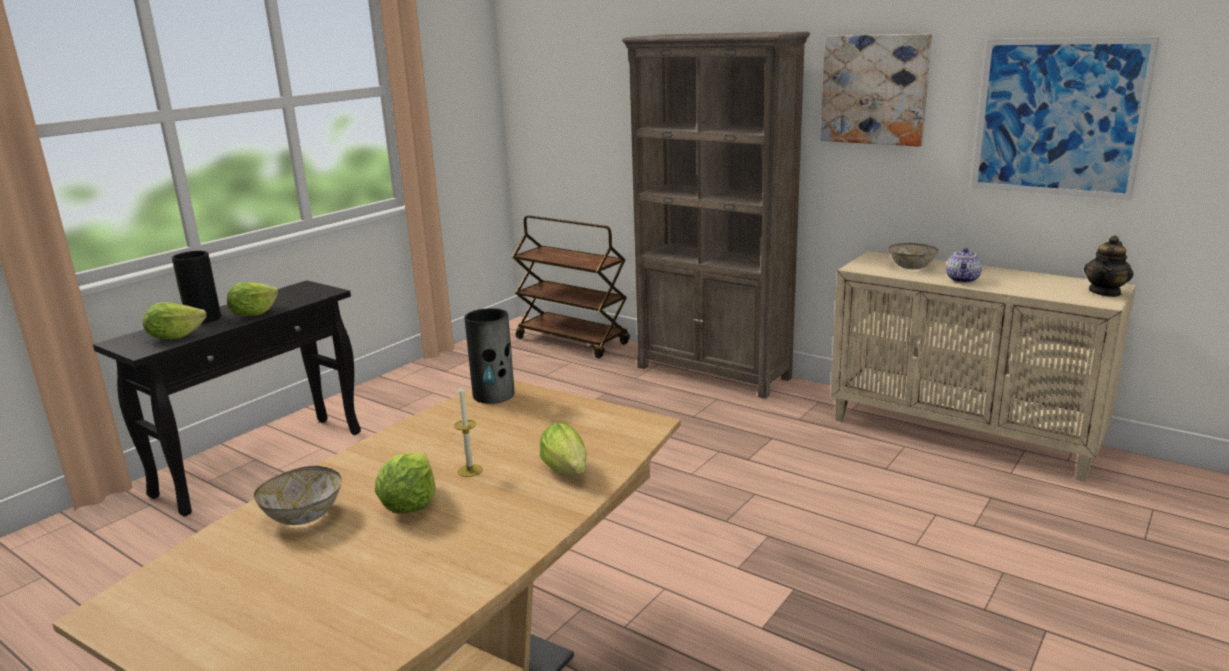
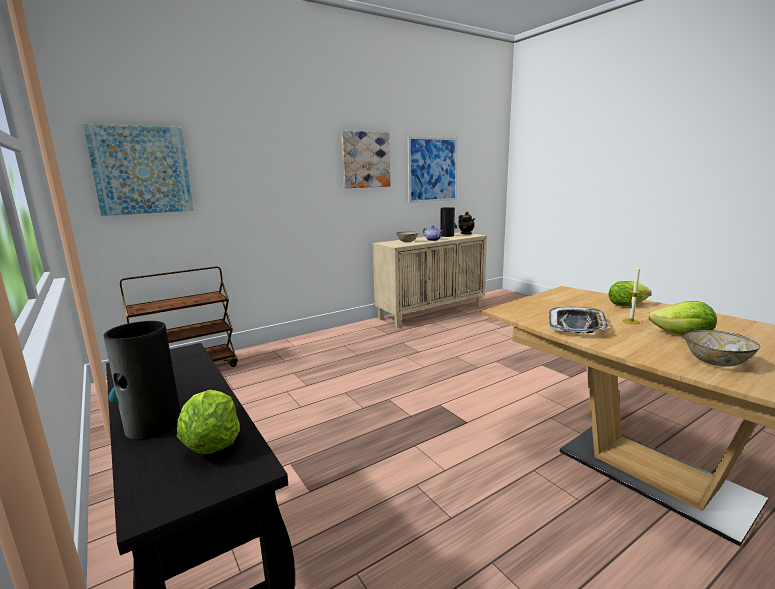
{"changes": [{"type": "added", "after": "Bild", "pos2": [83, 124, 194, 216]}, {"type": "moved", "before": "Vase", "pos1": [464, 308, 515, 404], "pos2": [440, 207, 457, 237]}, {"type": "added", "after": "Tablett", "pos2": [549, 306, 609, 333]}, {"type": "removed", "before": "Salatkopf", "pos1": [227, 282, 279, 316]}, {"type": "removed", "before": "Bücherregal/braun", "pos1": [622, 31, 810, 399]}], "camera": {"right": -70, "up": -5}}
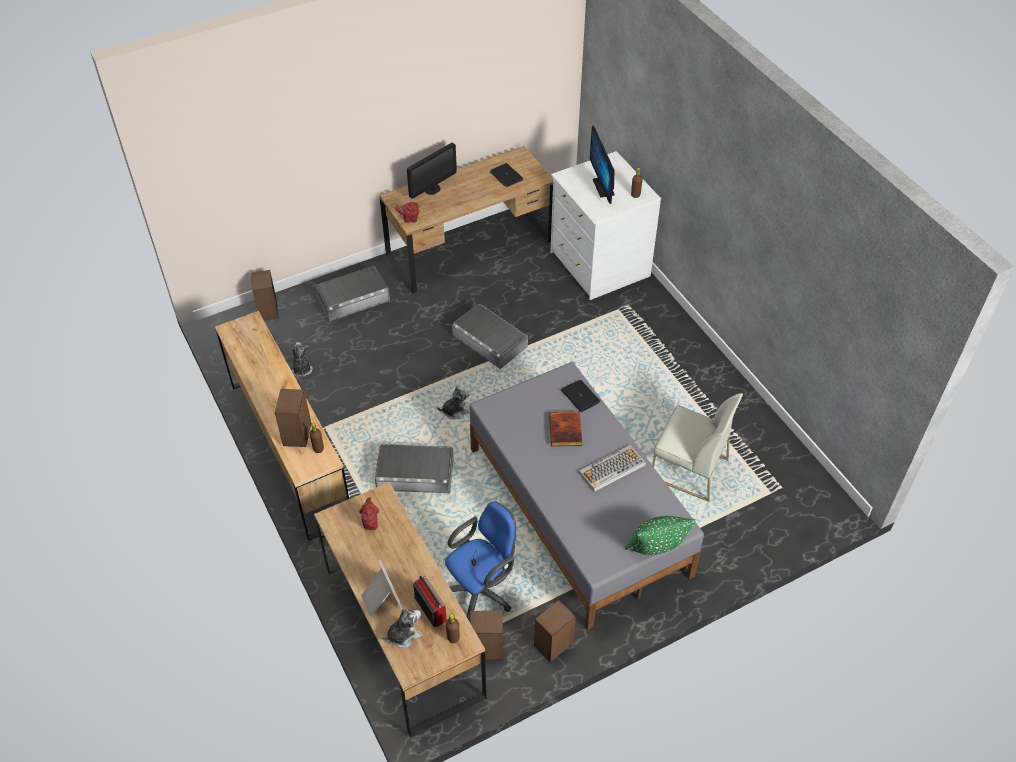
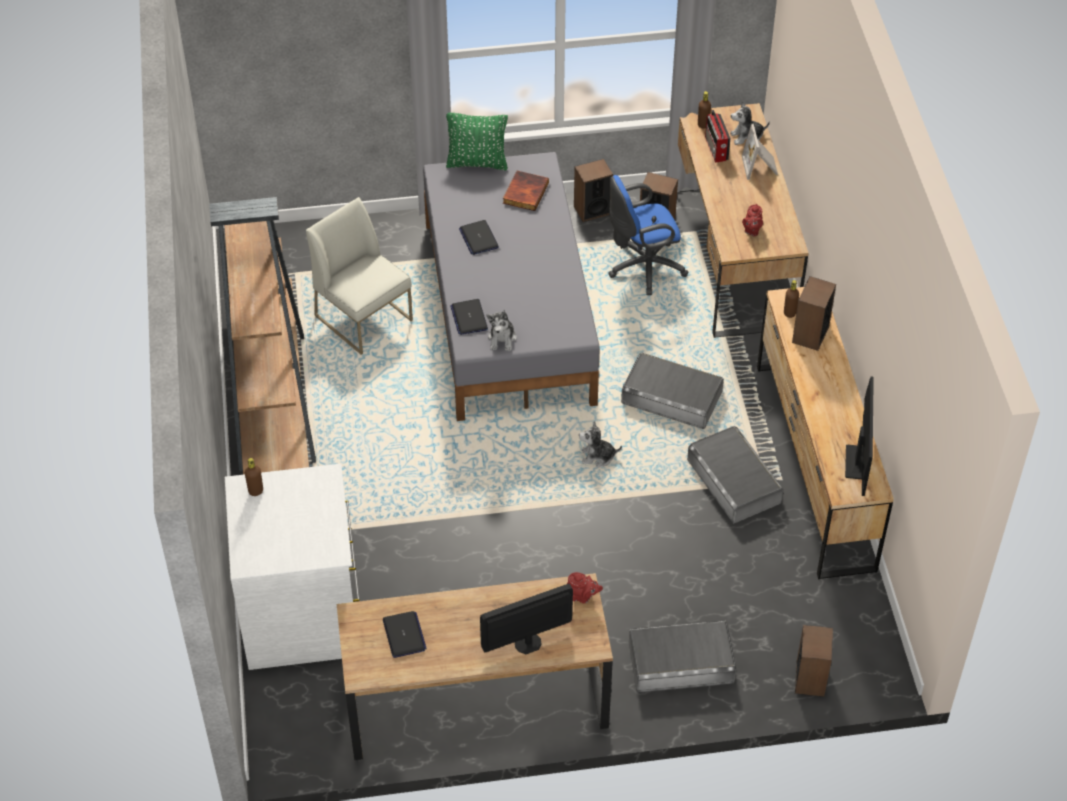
{"changes": [{"type": "added", "after": "Bücherregal/braun", "pos2": [209, 197, 316, 475]}, {"type": "replaced", "before": "Tastatur", "after": "Laptop", "pos1": [579, 445, 646, 492], "pos2": [459, 220, 499, 255]}, {"type": "moved", "before": "Plüschtier", "pos1": [291, 342, 313, 377], "pos2": [487, 310, 517, 351]}, {"type": "moved", "before": "Buch", "pos1": [549, 412, 582, 446], "pos2": [503, 171, 549, 211]}, {"type": "moved", "before": "Aufbewahrungsbox/grau", "pos1": [452, 304, 528, 369], "pos2": [687, 426, 783, 523]}, {"type": "moved", "before": "Monitor", "pos1": [590, 126, 615, 204], "pos2": [845, 377, 874, 496]}], "camera": {"right": -160, "up": 0}}
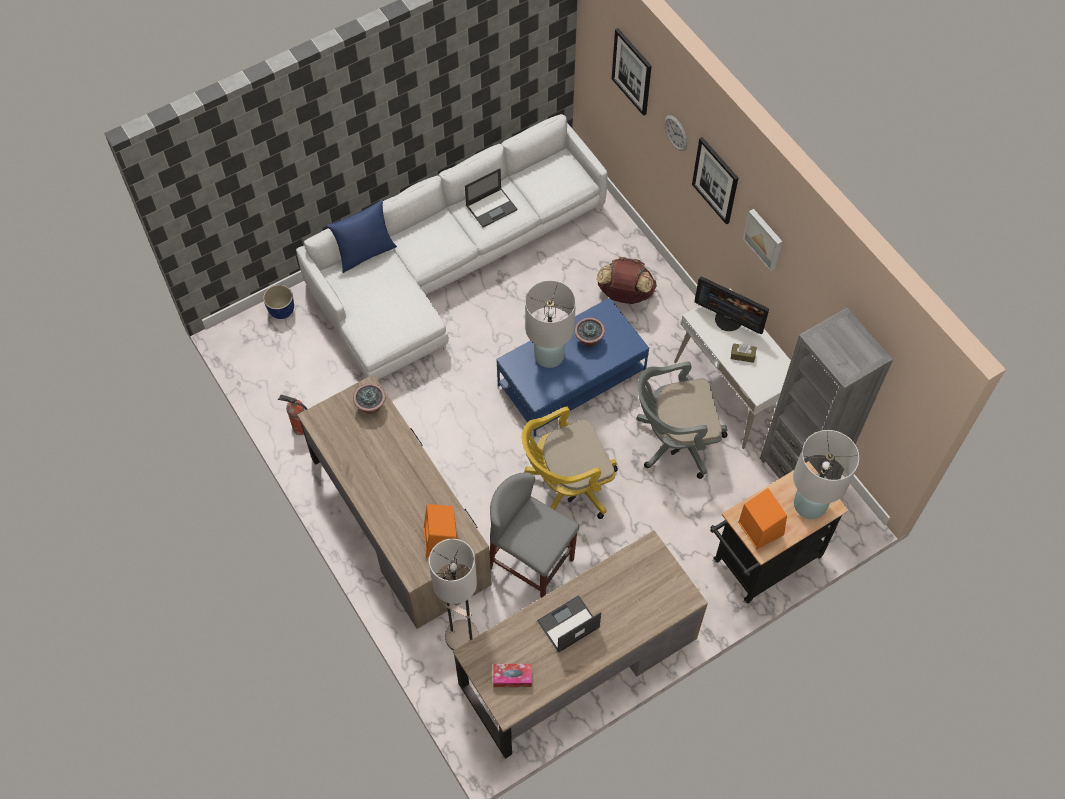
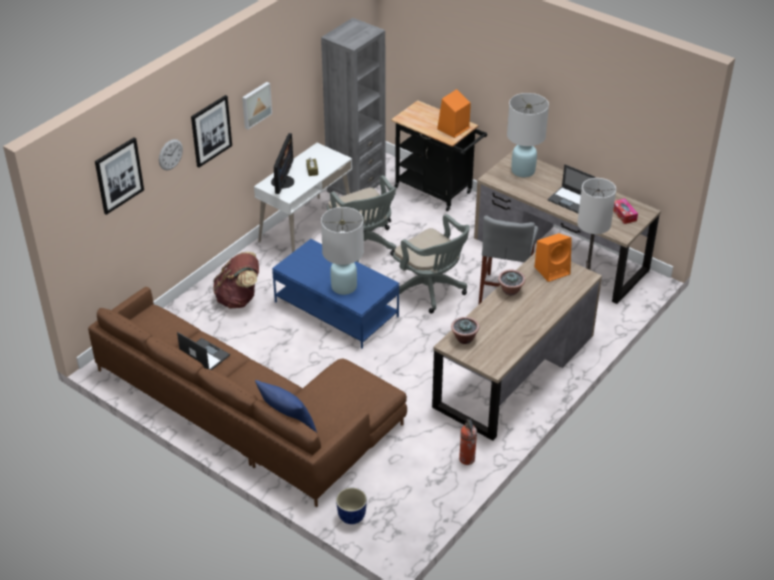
{"changes": [{"type": "recoloured", "before": "Sofa/weiß", "after": "Sofa/braun", "pos1": [296, 114, 607, 380], "pos2": [88, 287, 407, 507]}, {"type": "recoloured", "before": "Bürostuhl/gelb", "after": "Bürostuhl/grau", "pos1": [522, 407, 618, 519], "pos2": [393, 214, 470, 314]}, {"type": "moved", "before": "Topfpflanze", "pos1": [575, 318, 605, 347], "pos2": [498, 270, 525, 295]}, {"type": "moved", "before": "Tischlampe/weiß", "pos1": [793, 430, 859, 519], "pos2": [507, 93, 549, 177]}], "camera": {"right": -110, "up": -20}}
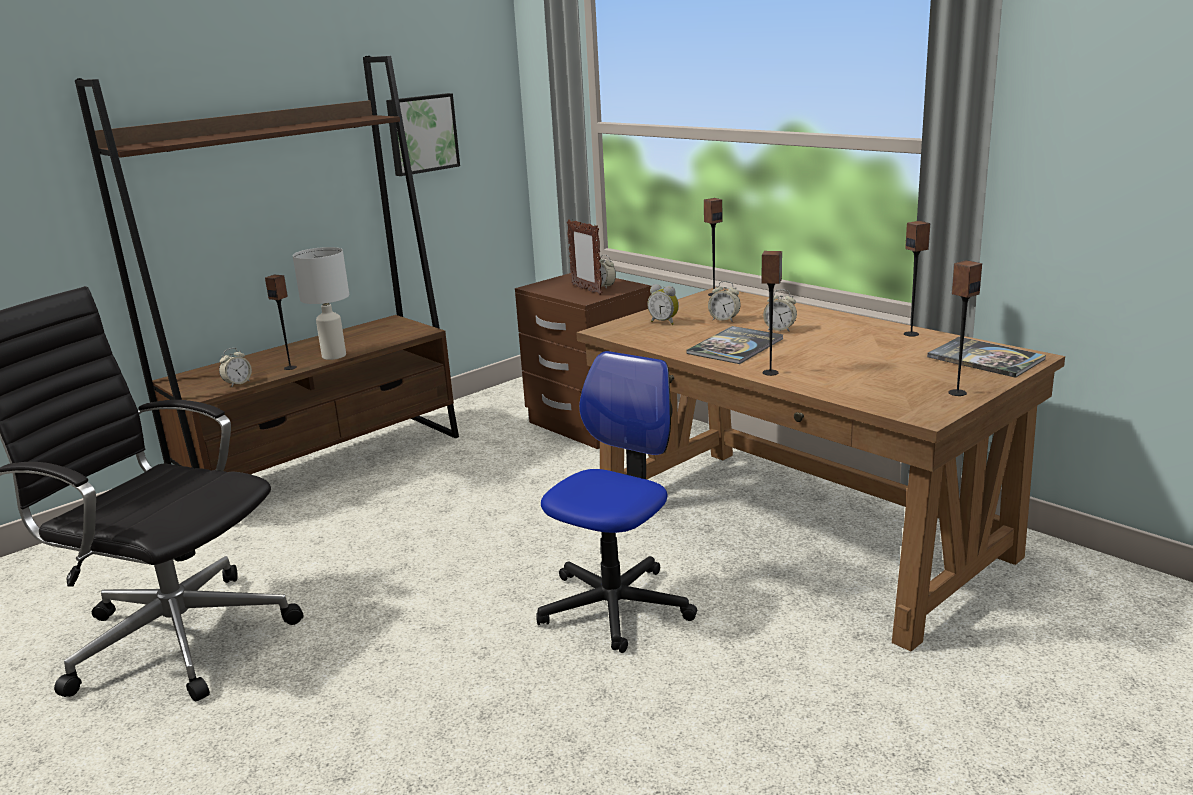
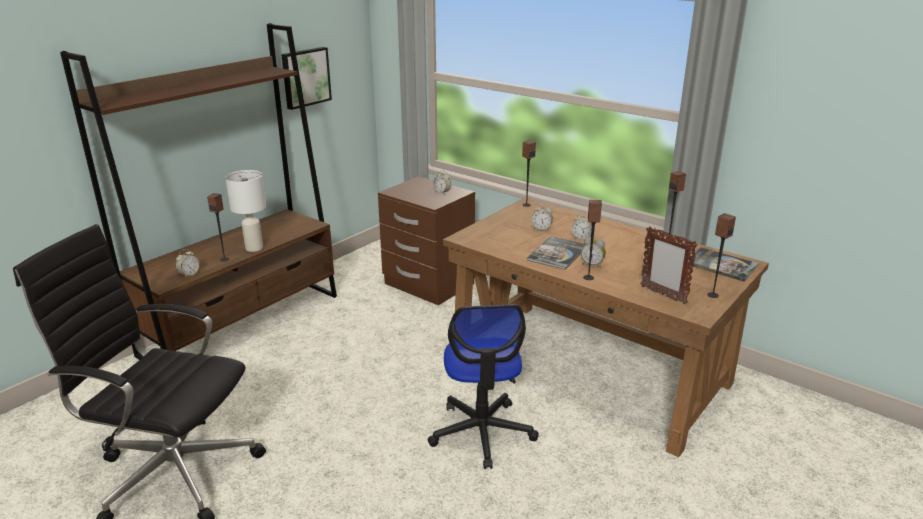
{"changes": [{"type": "turned", "before": "Bürostuhl", "pos1": [536, 351, 697, 653], "pos2": [428, 305, 539, 469], "turn": 150}, {"type": "moved", "before": "Wecker", "pos1": [647, 284, 679, 325], "pos2": [581, 237, 606, 268]}, {"type": "moved", "before": "Bilderrahmen", "pos1": [567, 219, 602, 295], "pos2": [640, 226, 698, 304]}], "camera": {"right": -10, "up": 5}}
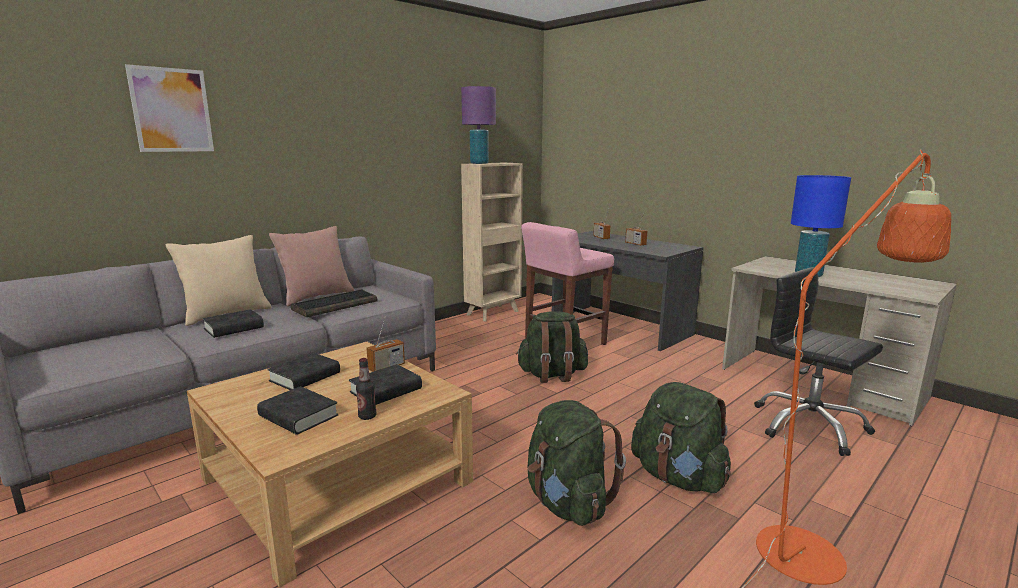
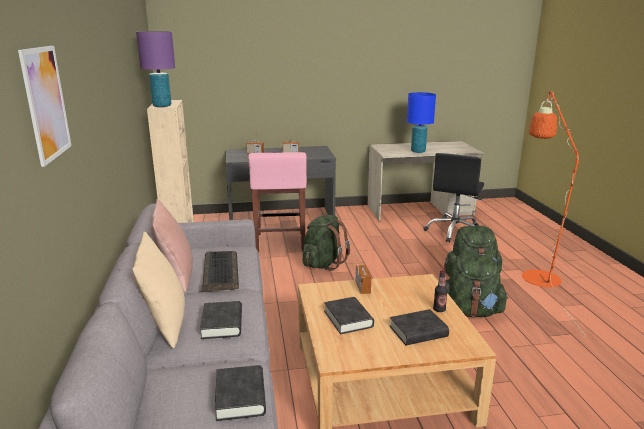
{"changes": [{"type": "moved", "before": "Buch/schwarz", "pos1": [349, 364, 422, 405], "pos2": [215, 365, 266, 421]}, {"type": "turned", "before": "Bürostuhl/schwarz", "pos1": [754, 267, 883, 456], "pos2": [424, 153, 484, 243], "turn": -60}], "camera": {"right": -55, "up": 5}}
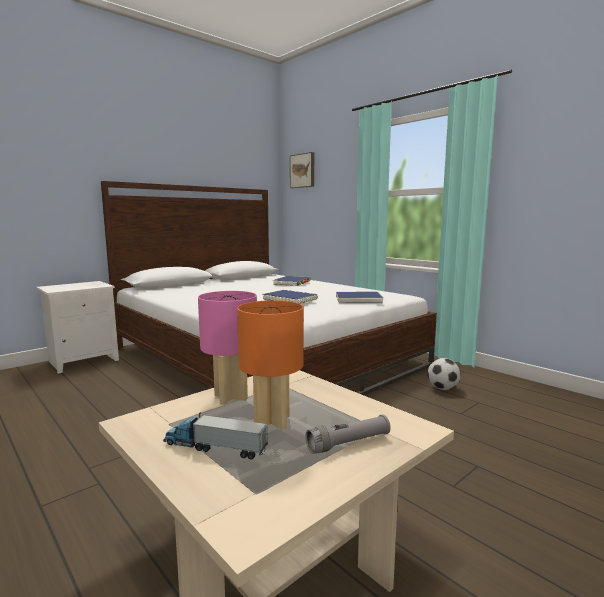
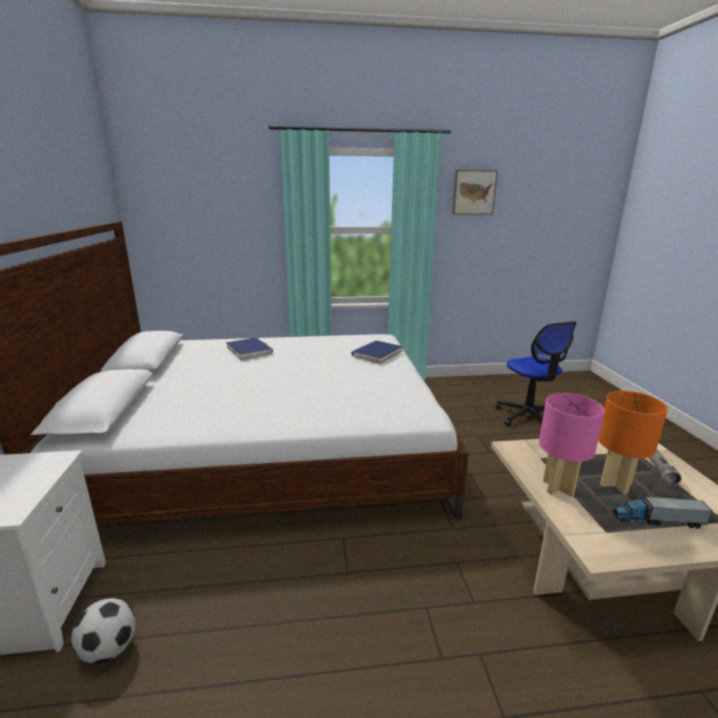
{"changes": [{"type": "moved", "before": "Fußball", "pos1": [428, 358, 461, 390], "pos2": [71, 598, 136, 664]}, {"type": "moved", "before": "Bild", "pos1": [290, 152, 314, 188], "pos2": [452, 170, 497, 214]}, {"type": "added", "after": "Bürostuhl", "pos2": [496, 321, 577, 426]}, {"type": "turned", "before": "Spielzeuglaster", "pos1": [163, 412, 268, 460], "pos2": [612, 495, 712, 529], "turn": 45}, {"type": "removed", "before": "Buch/blau", "pos1": [263, 290, 318, 304]}], "camera": {"right": -55, "up": 10}}
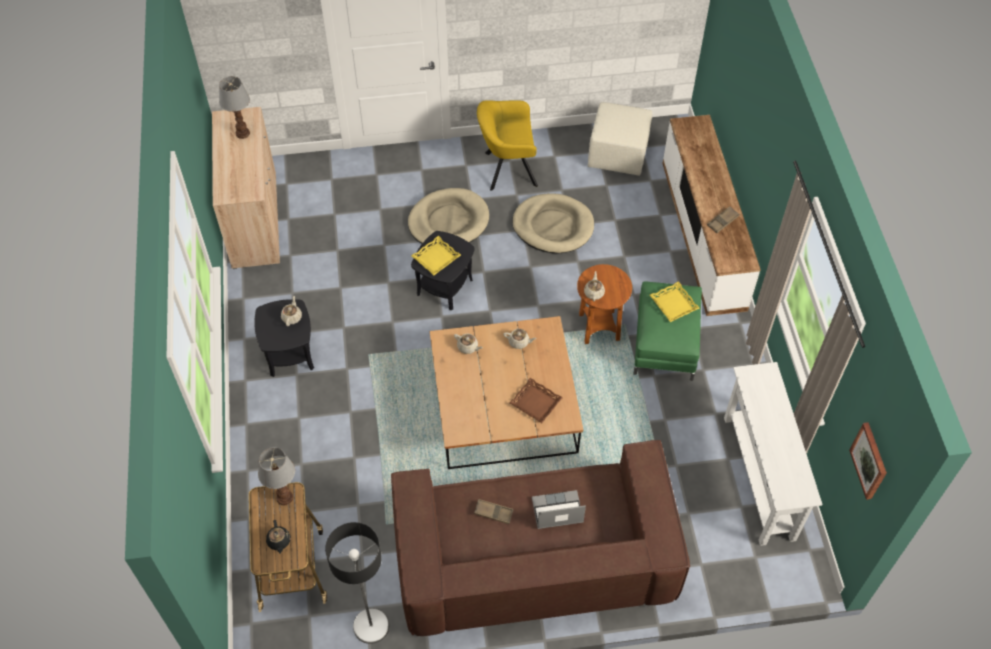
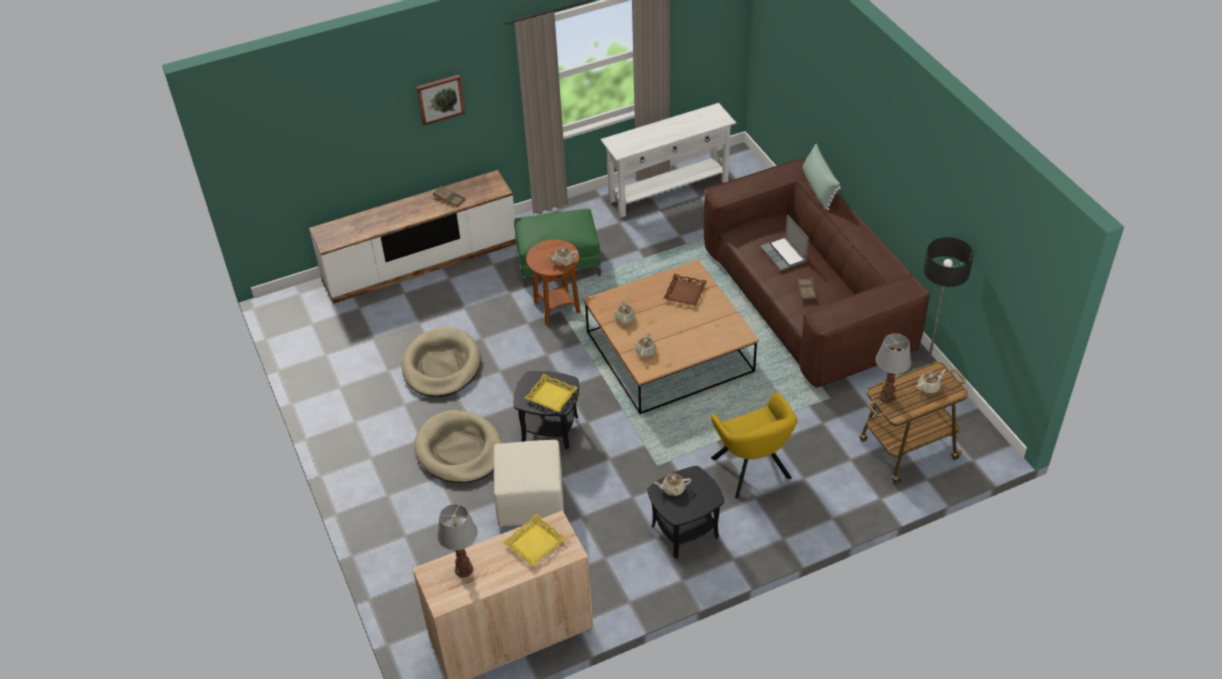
{"changes": [{"type": "moved", "before": "Bild", "pos1": [849, 422, 887, 500], "pos2": [416, 75, 465, 126]}, {"type": "moved", "before": "Polsterhocker/beige", "pos1": [588, 102, 652, 176], "pos2": [494, 440, 564, 527]}, {"type": "moved", "before": "Tablett/gelb", "pos1": [650, 281, 699, 322], "pos2": [503, 514, 566, 566]}, {"type": "moved", "before": "Sessel/gelb", "pos1": [477, 100, 538, 191], "pos2": [711, 392, 798, 499]}, {"type": "added", "after": "Kissen/grün", "pos2": [802, 144, 841, 210]}, {"type": "recoloured", "before": "Teekanne/schwarz", "after": "Teekanne/beige", "pos1": [266, 520, 290, 553], "pos2": [916, 370, 946, 393]}], "camera": {"right": -105, "up": -10}}
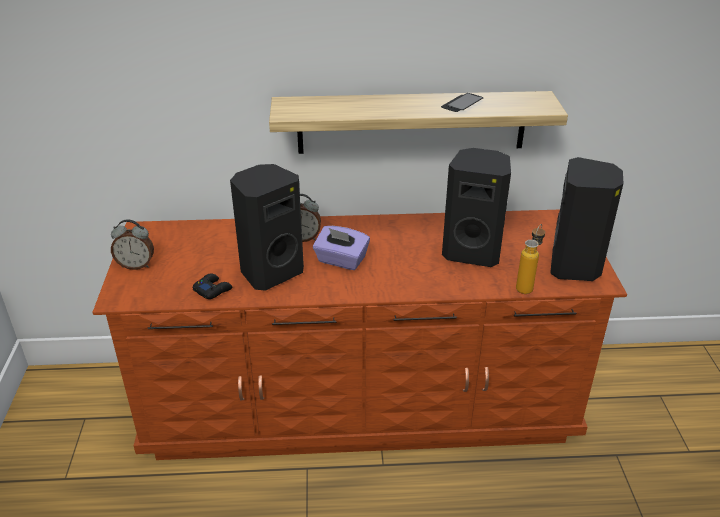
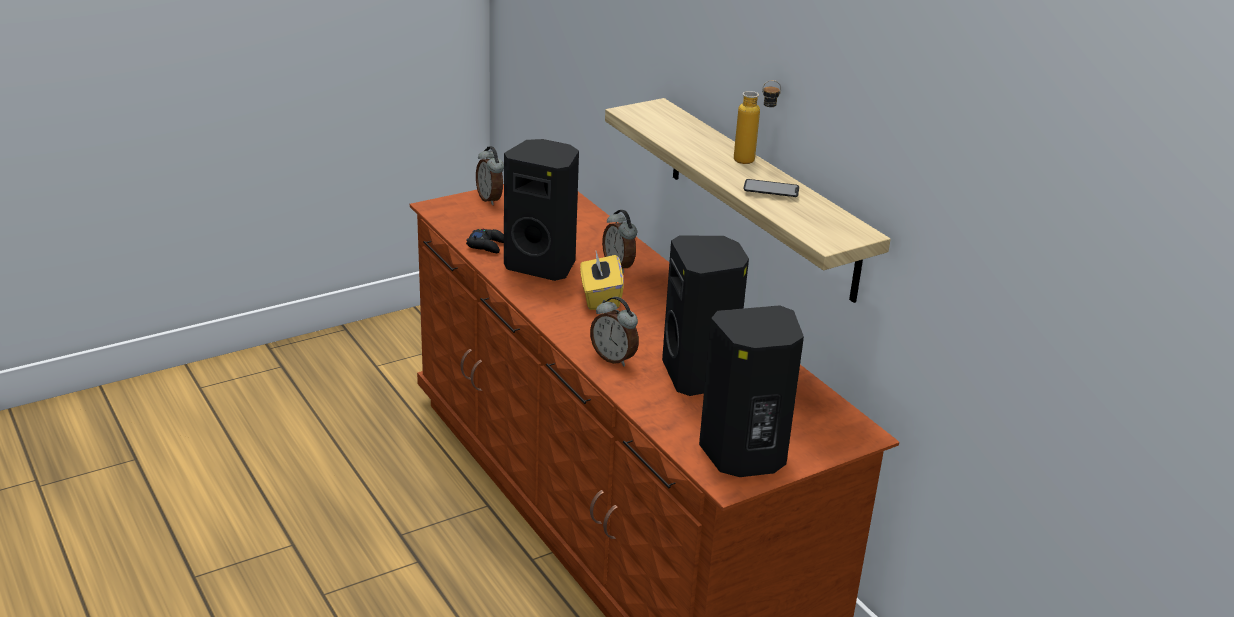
{"changes": [{"type": "recoloured", "before": "Taschentuchbox/lila", "after": "Taschentuchbox/gelb", "pos1": [313, 226, 370, 270], "pos2": [580, 251, 624, 310]}, {"type": "added", "after": "Wecker", "pos2": [590, 297, 639, 366]}, {"type": "moved", "before": "Flasche", "pos1": [516, 224, 545, 294], "pos2": [734, 80, 781, 164]}], "camera": {"right": 60, "up": -5}}
